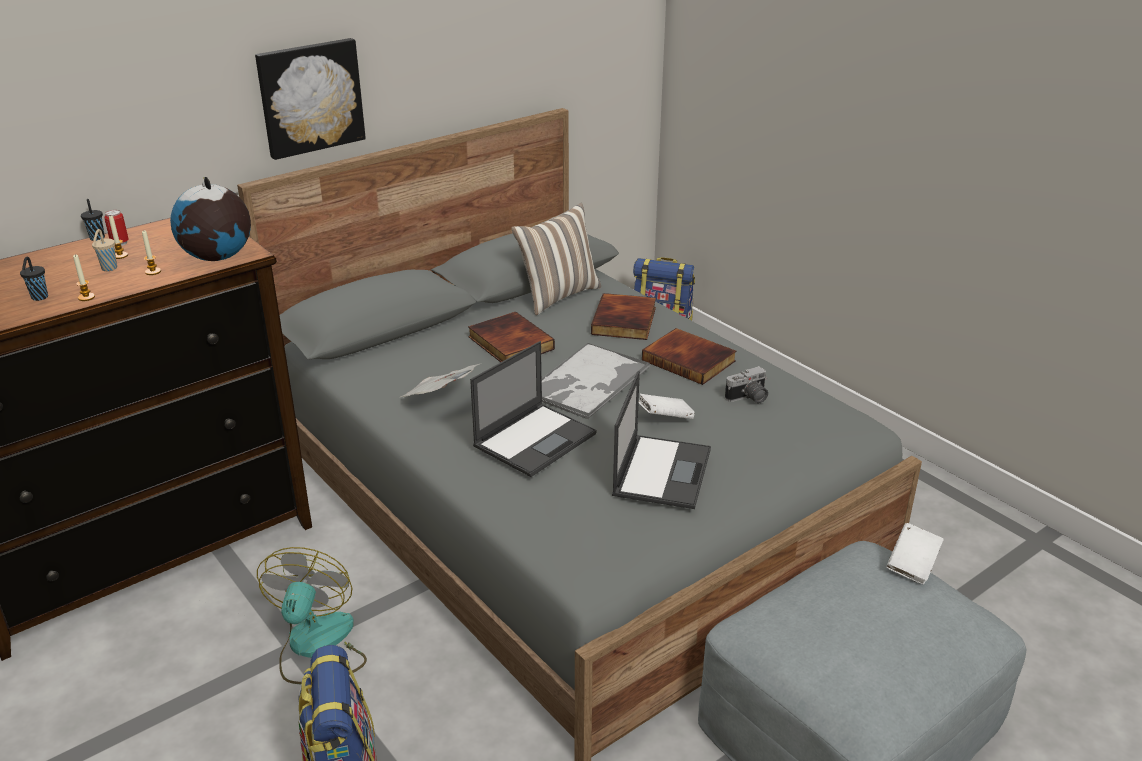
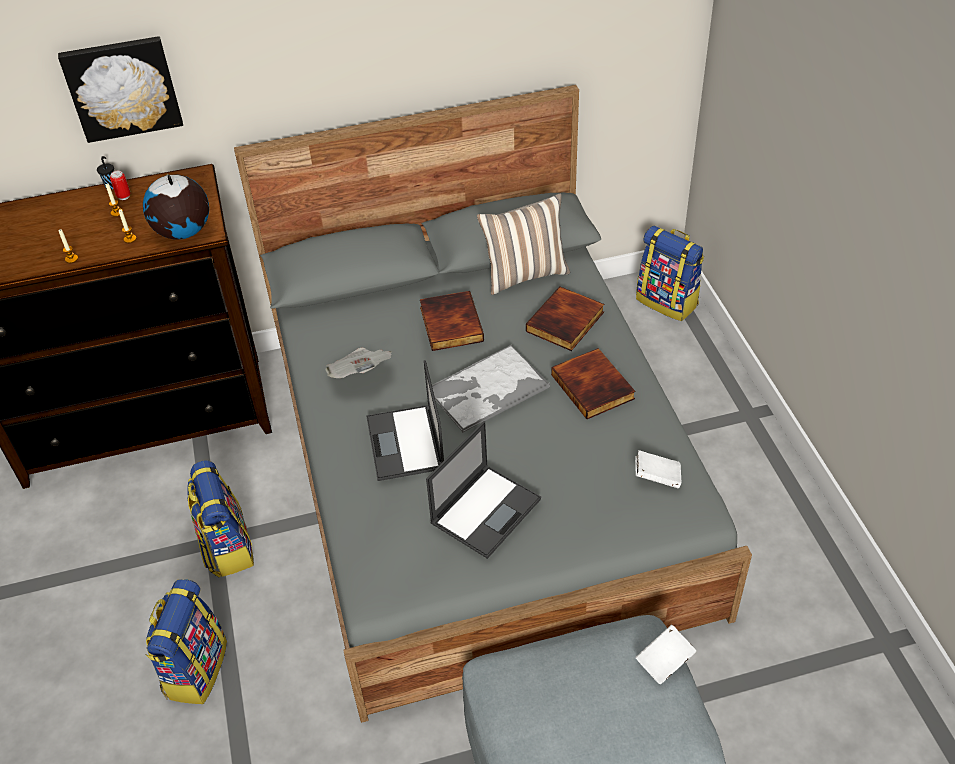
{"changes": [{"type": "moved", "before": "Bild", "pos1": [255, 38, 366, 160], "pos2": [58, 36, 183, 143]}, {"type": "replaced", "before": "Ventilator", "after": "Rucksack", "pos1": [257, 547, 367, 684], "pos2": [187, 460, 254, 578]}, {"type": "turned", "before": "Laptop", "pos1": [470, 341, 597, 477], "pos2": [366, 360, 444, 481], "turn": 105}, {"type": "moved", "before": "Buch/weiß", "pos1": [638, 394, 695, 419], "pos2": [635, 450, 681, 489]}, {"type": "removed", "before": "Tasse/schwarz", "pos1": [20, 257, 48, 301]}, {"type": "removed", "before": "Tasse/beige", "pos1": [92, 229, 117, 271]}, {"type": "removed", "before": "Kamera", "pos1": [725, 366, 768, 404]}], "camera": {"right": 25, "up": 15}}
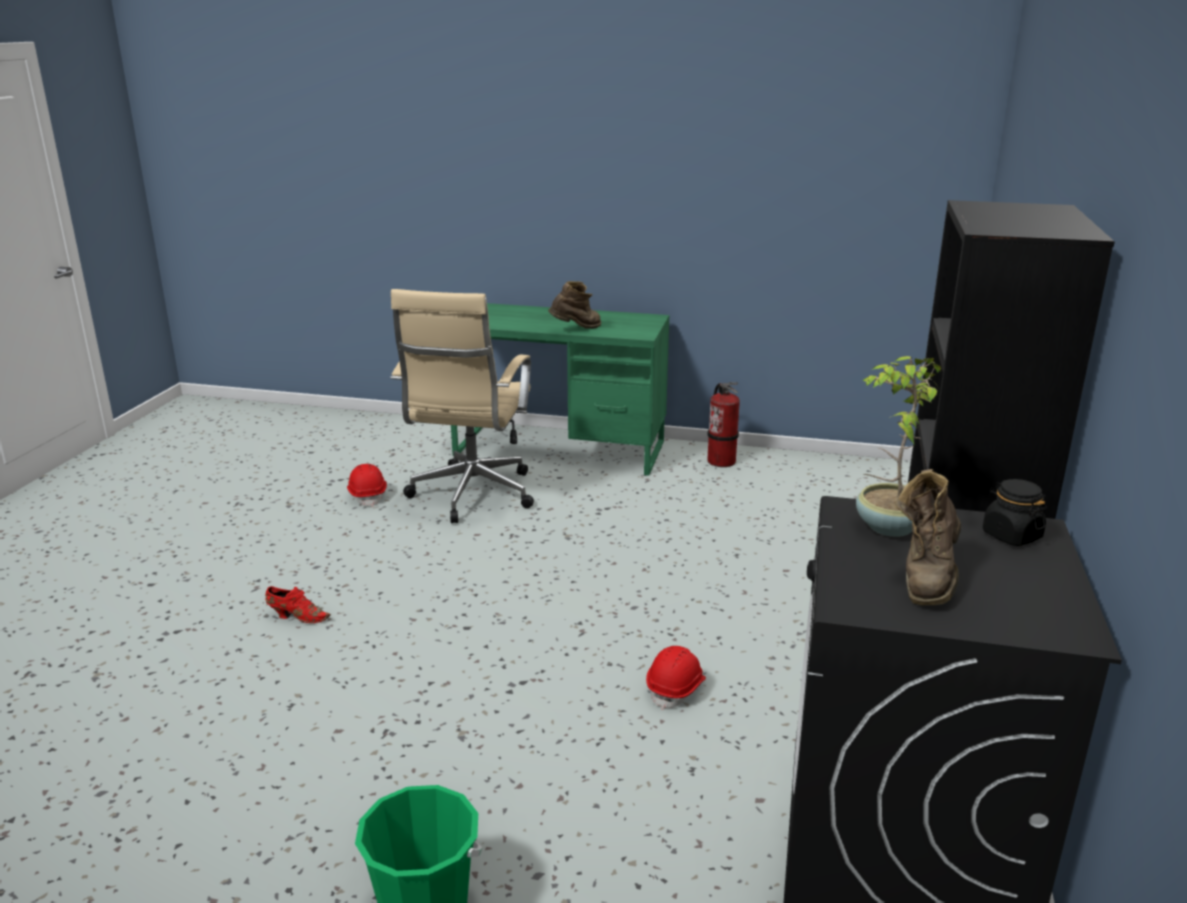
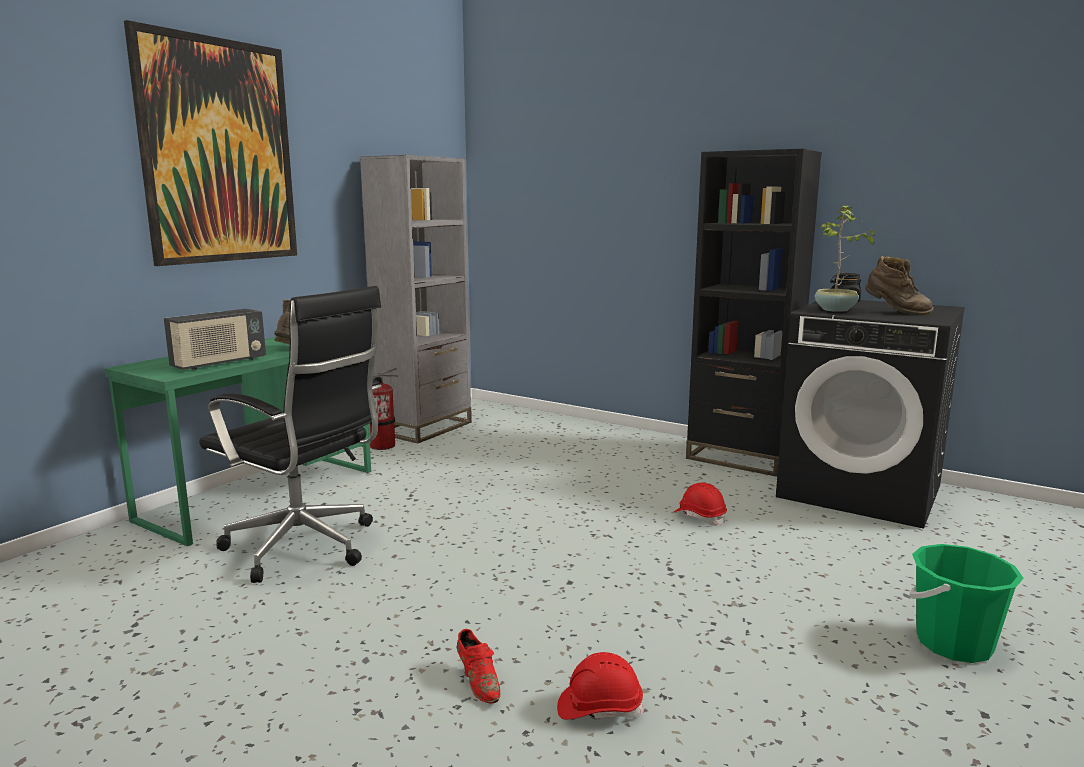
{"changes": [{"type": "added", "after": "Bild", "pos2": [124, 20, 297, 266]}, {"type": "added", "after": "Radio", "pos2": [164, 309, 266, 370]}, {"type": "recoloured", "before": "Bürostuhl/beige", "after": "Bürostuhl/schwarz", "pos1": [390, 289, 534, 523], "pos2": [199, 286, 381, 583]}, {"type": "added", "after": "Bücherregal/grau", "pos2": [360, 155, 472, 443]}, {"type": "turned", "before": "Schuh/rot", "pos1": [265, 586, 330, 623], "pos2": [457, 629, 500, 703], "turn": 120}, {"type": "moved", "before": "Schutzhelm/rot", "pos1": [347, 464, 387, 507], "pos2": [557, 652, 643, 719]}], "camera": {"right": -70, "up": -10}}
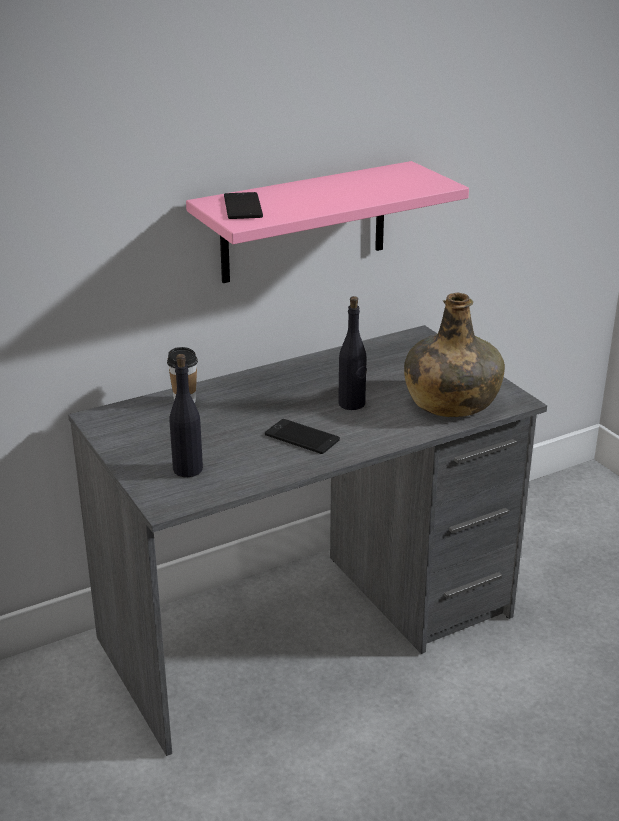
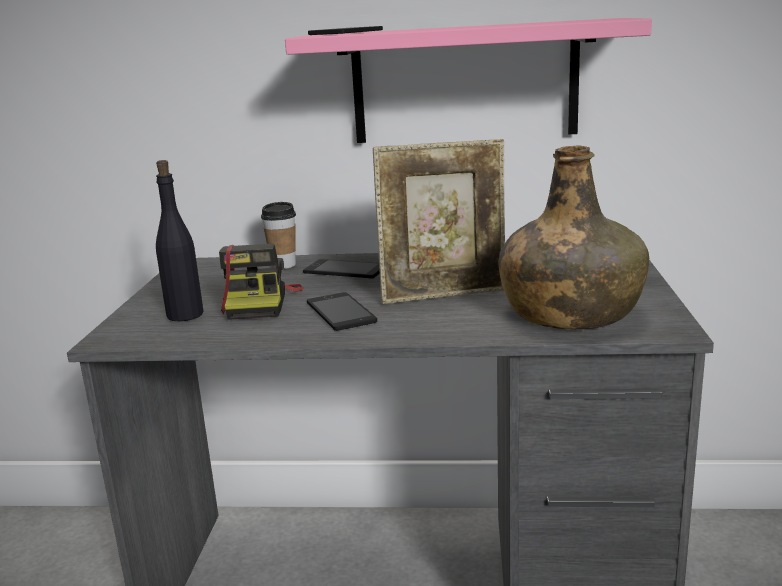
{"changes": [{"type": "added", "after": "Kamera", "pos2": [219, 244, 303, 320]}, {"type": "added", "after": "Handy", "pos2": [303, 259, 380, 279]}, {"type": "replaced", "before": "Flasche/schwarz", "after": "Bilderrahmen", "pos1": [338, 296, 367, 410], "pos2": [373, 139, 505, 304]}], "camera": {"right": 35, "up": -10}}
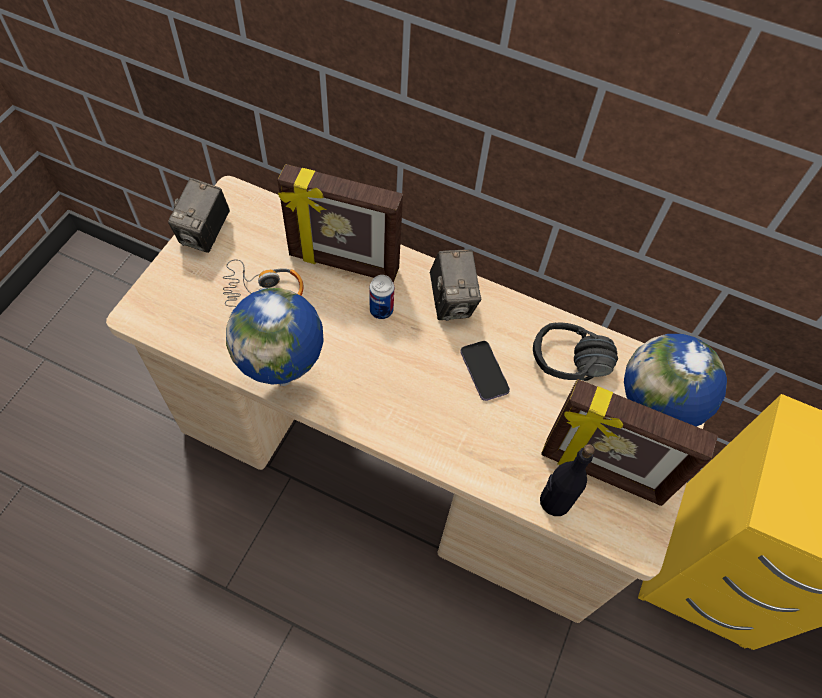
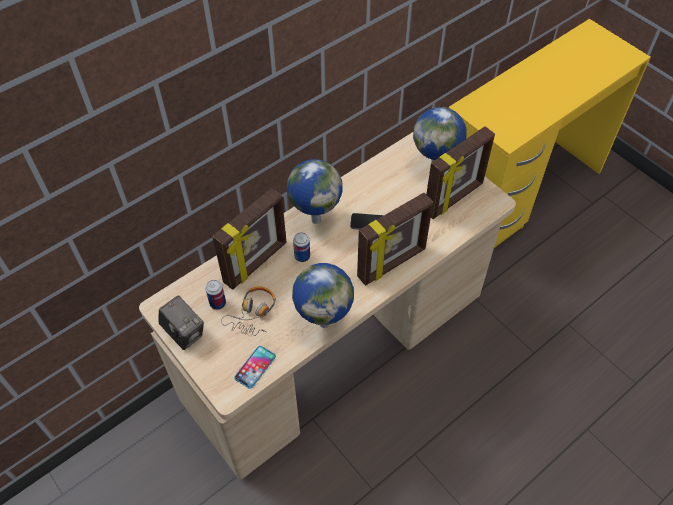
{"changes": [{"type": "added", "after": "Dose", "pos2": [205, 280, 226, 310]}, {"type": "added", "after": "Handy", "pos2": [234, 346, 276, 389]}, {"type": "replaced", "before": "Kamera", "after": "Globus", "pos1": [430, 249, 481, 321], "pos2": [287, 159, 343, 224]}, {"type": "added", "after": "Bilderrahmen", "pos2": [357, 193, 433, 286]}, {"type": "removed", "before": "Kopfhörer/schwarz", "pos1": [533, 323, 618, 381]}, {"type": "removed", "before": "Flasche/schwarz", "pos1": [540, 444, 595, 516]}], "camera": {"right": -60, "up": -5}}
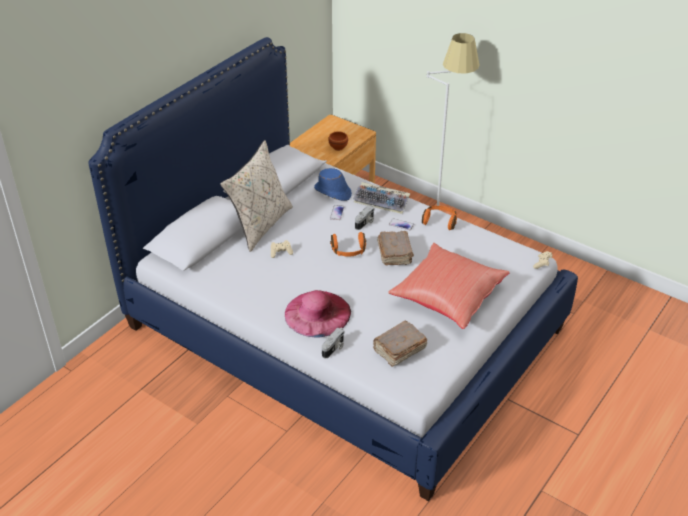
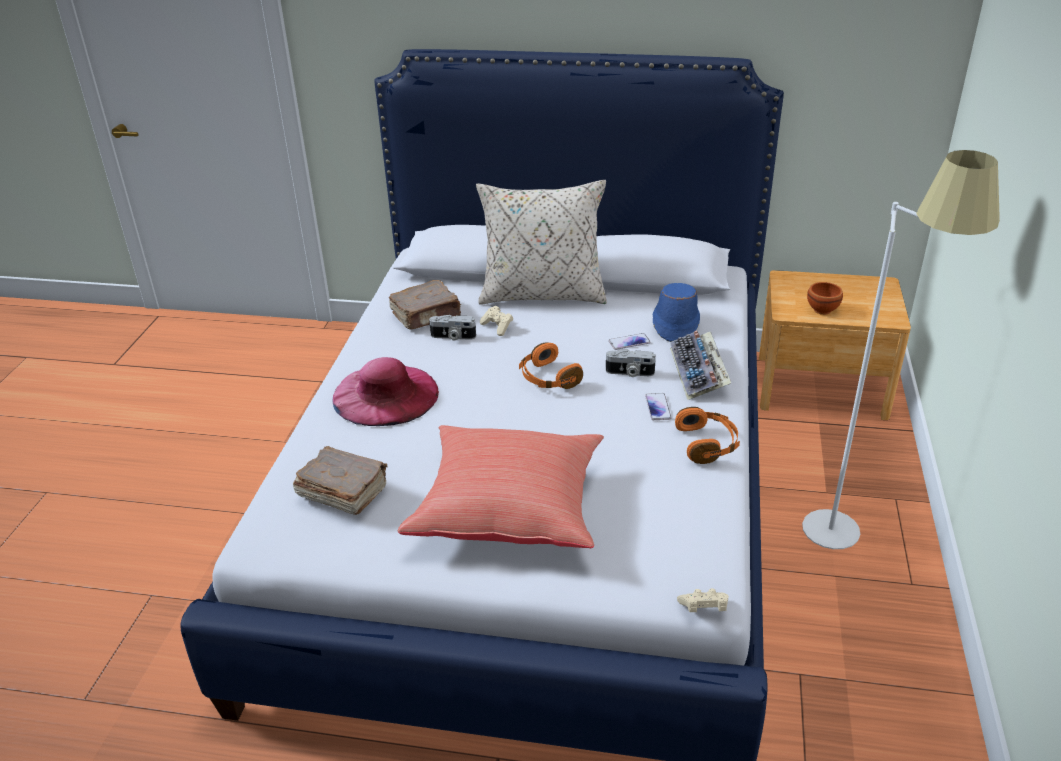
{"changes": [{"type": "moved", "before": "Buch/braun", "pos1": [377, 231, 414, 265], "pos2": [389, 280, 461, 329]}, {"type": "moved", "before": "Kamera", "pos1": [322, 328, 344, 358], "pos2": [429, 315, 476, 340]}], "camera": {"right": 65, "up": -5}}
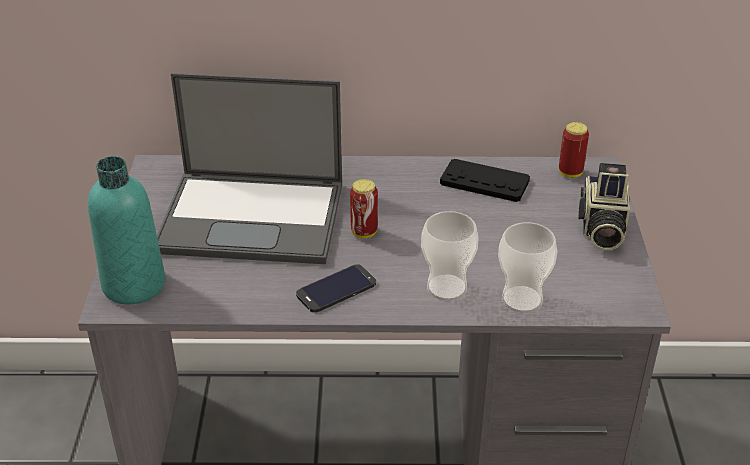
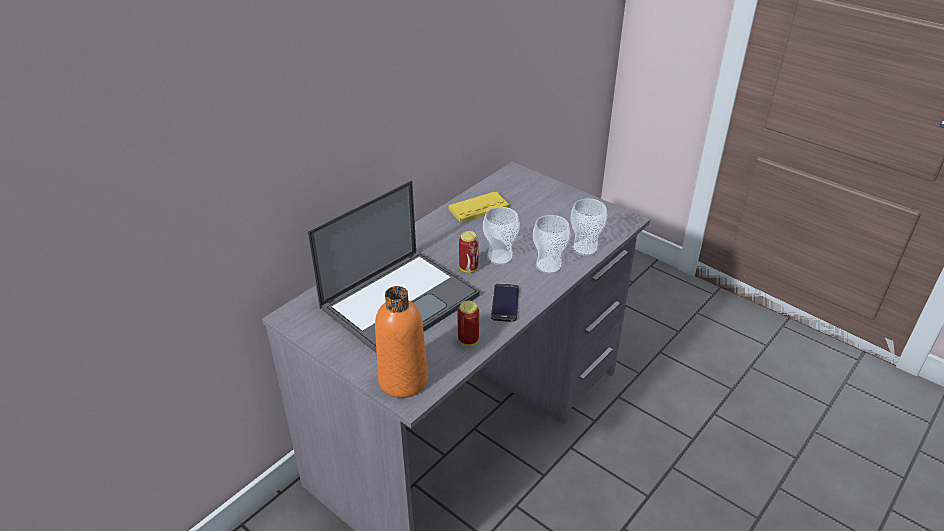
{"changes": [{"type": "recoloured", "before": "Flasche/türkis", "after": "Flasche/orange", "pos1": [88, 156, 165, 304], "pos2": [375, 286, 428, 398]}, {"type": "recoloured", "before": "Gamepad/schwarz", "after": "Gamepad/gelb", "pos1": [440, 159, 530, 202], "pos2": [448, 192, 509, 222]}, {"type": "moved", "before": "Dose", "pos1": [559, 122, 589, 178], "pos2": [457, 301, 479, 346]}, {"type": "added", "after": "Tasse", "pos2": [483, 207, 520, 265]}, {"type": "removed", "before": "Kamera", "pos1": [578, 163, 630, 250]}], "camera": {"right": -50, "up": 0}}
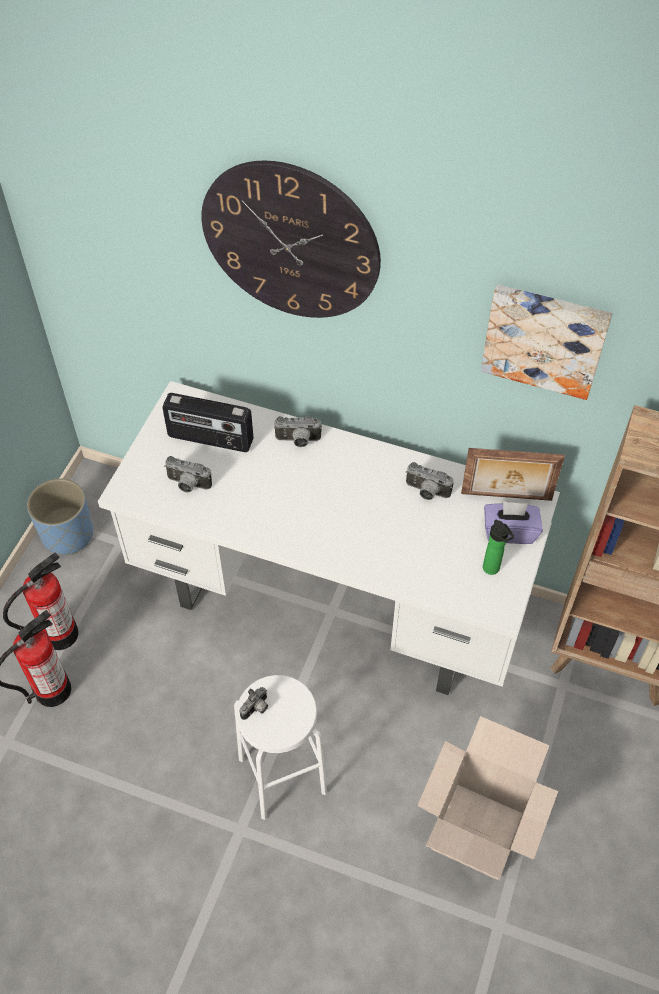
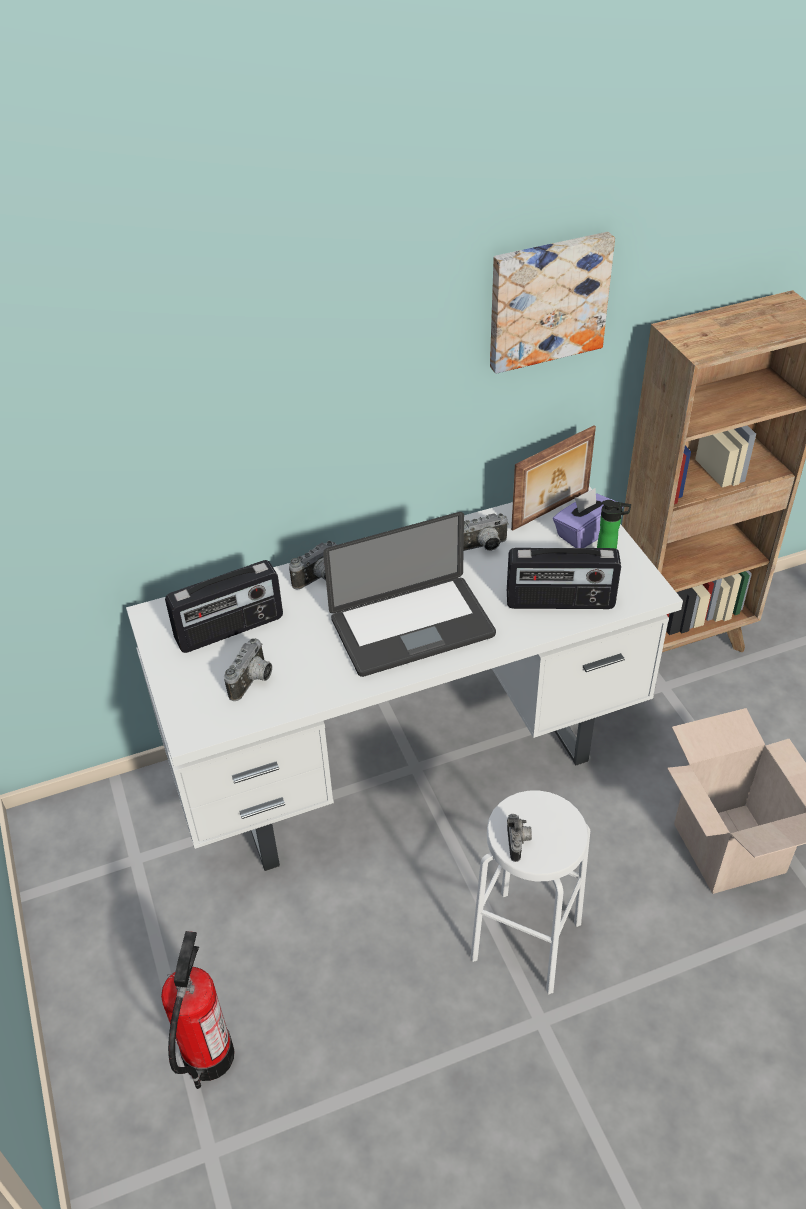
{"changes": [{"type": "turned", "before": "Kamera", "pos1": [164, 456, 212, 493], "pos2": [224, 638, 272, 701], "turn": -45}, {"type": "added", "after": "Laptop", "pos2": [323, 512, 496, 677]}, {"type": "added", "after": "Radio", "pos2": [507, 548, 621, 609]}, {"type": "removed", "before": "Feuerlöscher", "pos1": [3, 552, 79, 650]}, {"type": "removed", "before": "Pflanzkübel/blau", "pos1": [27, 478, 93, 555]}, {"type": "removed", "before": "Wanduhr", "pos1": [201, 161, 381, 318]}], "camera": {"right": -40, "up": -10}}
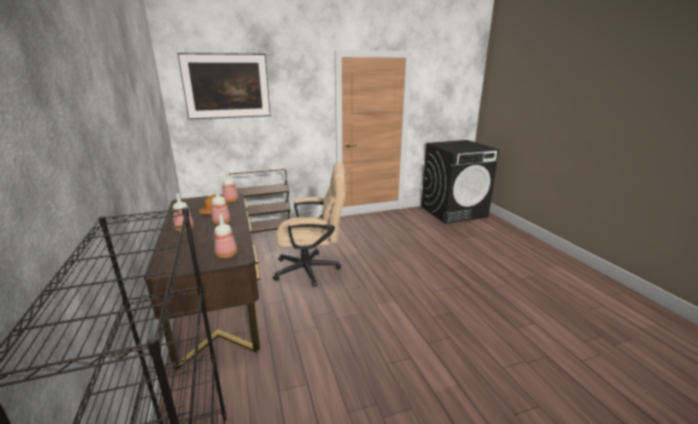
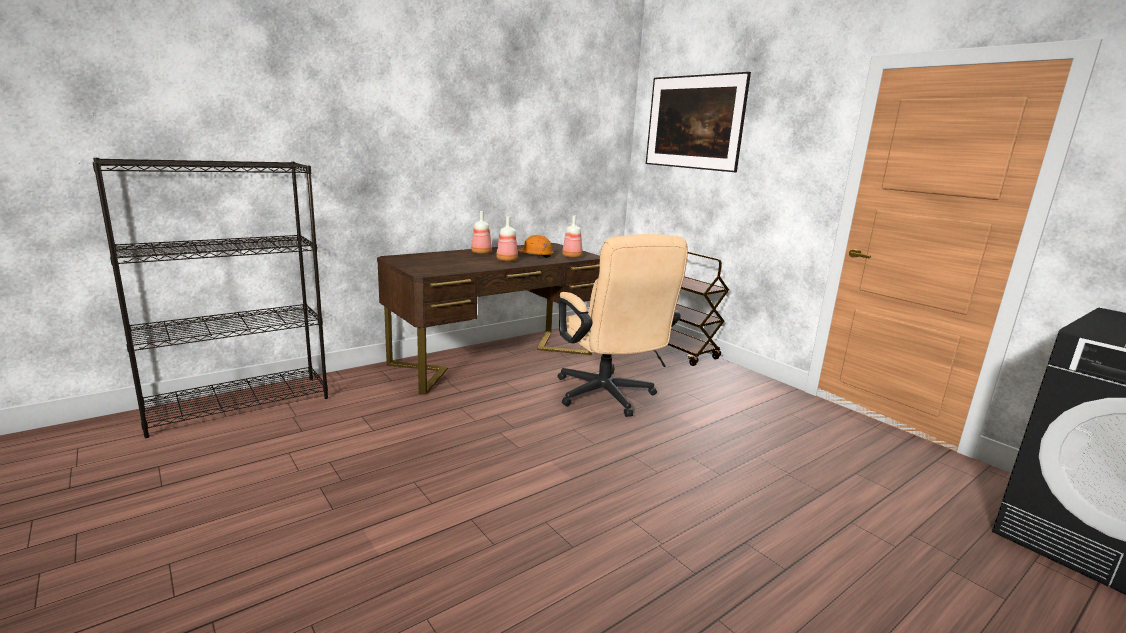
{"changes": [{"type": "removed", "before": "Flasche", "pos1": [215, 215, 237, 259]}], "camera": {"right": 70, "up": -5}}
